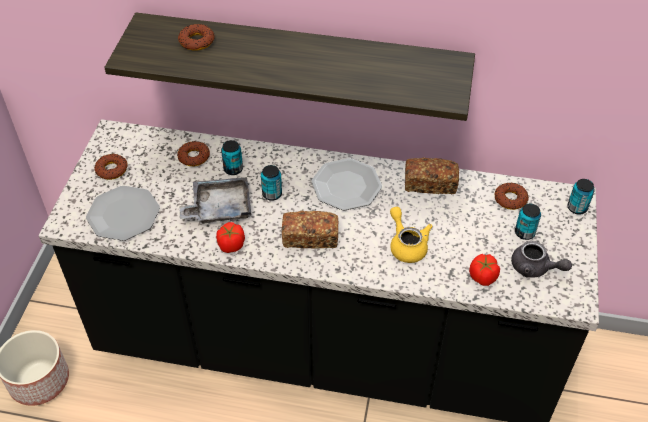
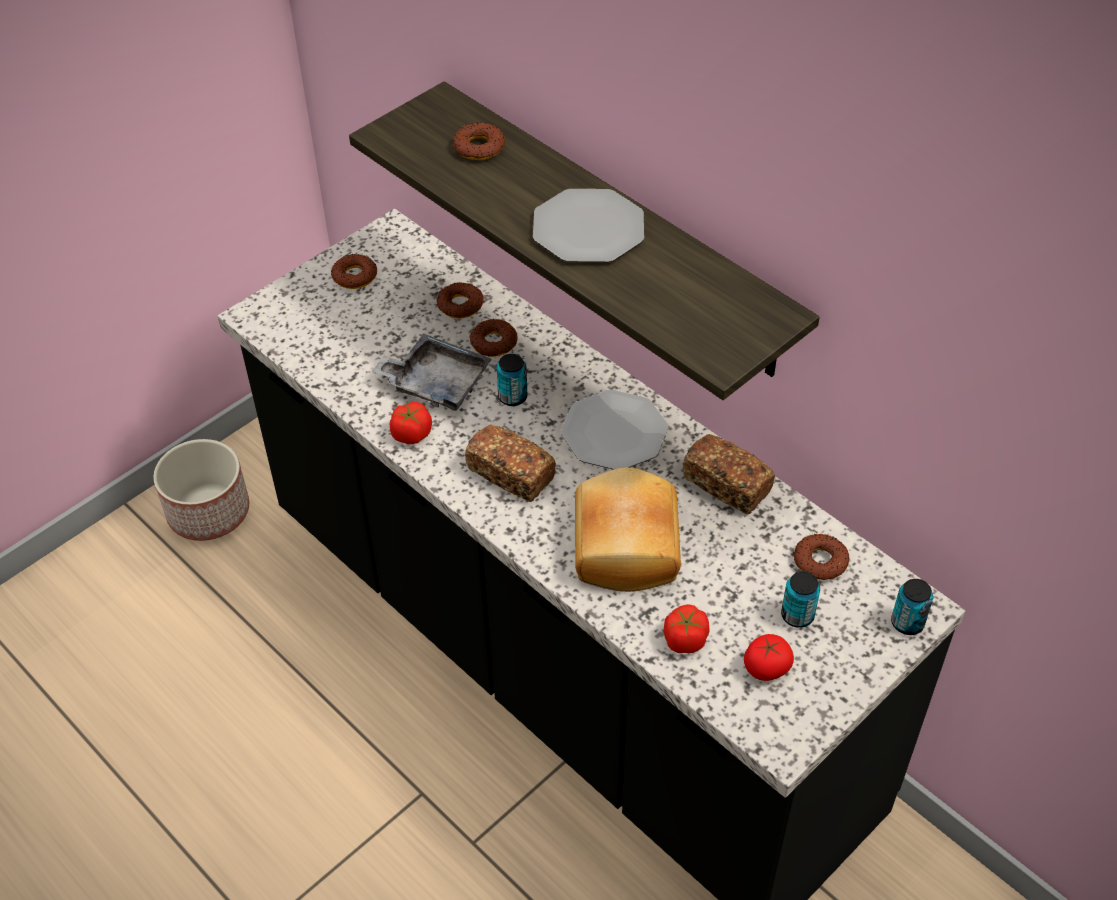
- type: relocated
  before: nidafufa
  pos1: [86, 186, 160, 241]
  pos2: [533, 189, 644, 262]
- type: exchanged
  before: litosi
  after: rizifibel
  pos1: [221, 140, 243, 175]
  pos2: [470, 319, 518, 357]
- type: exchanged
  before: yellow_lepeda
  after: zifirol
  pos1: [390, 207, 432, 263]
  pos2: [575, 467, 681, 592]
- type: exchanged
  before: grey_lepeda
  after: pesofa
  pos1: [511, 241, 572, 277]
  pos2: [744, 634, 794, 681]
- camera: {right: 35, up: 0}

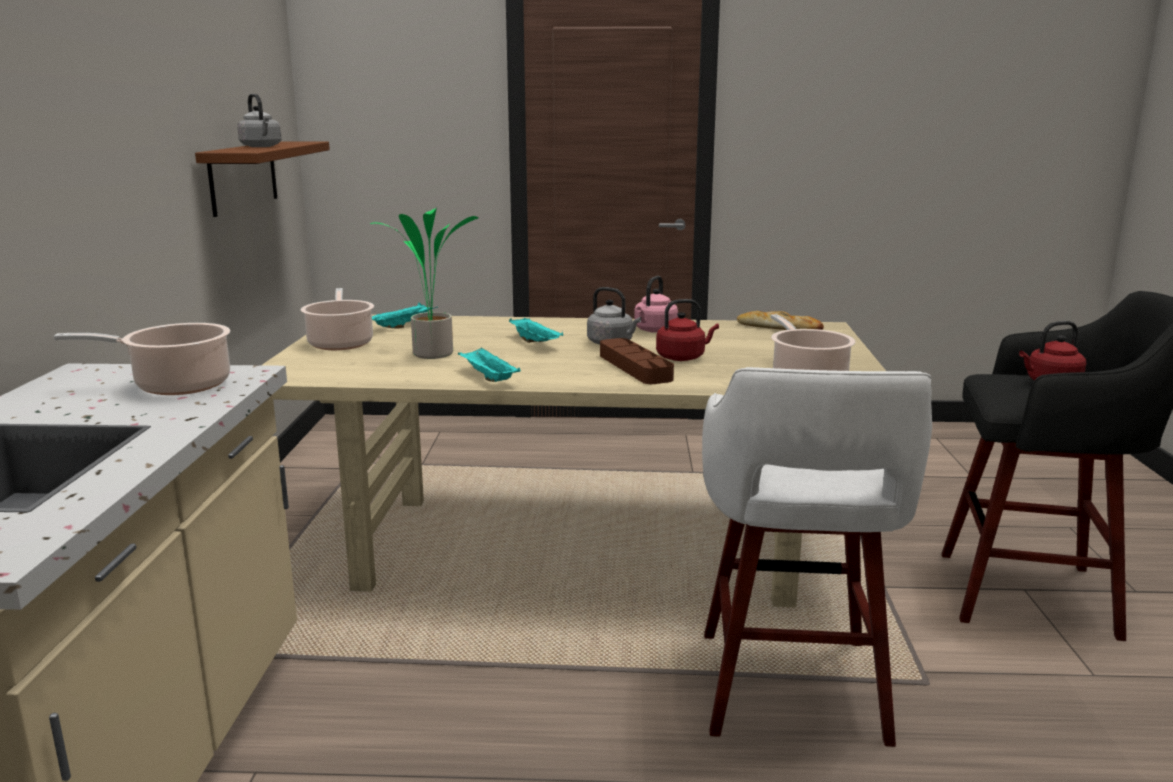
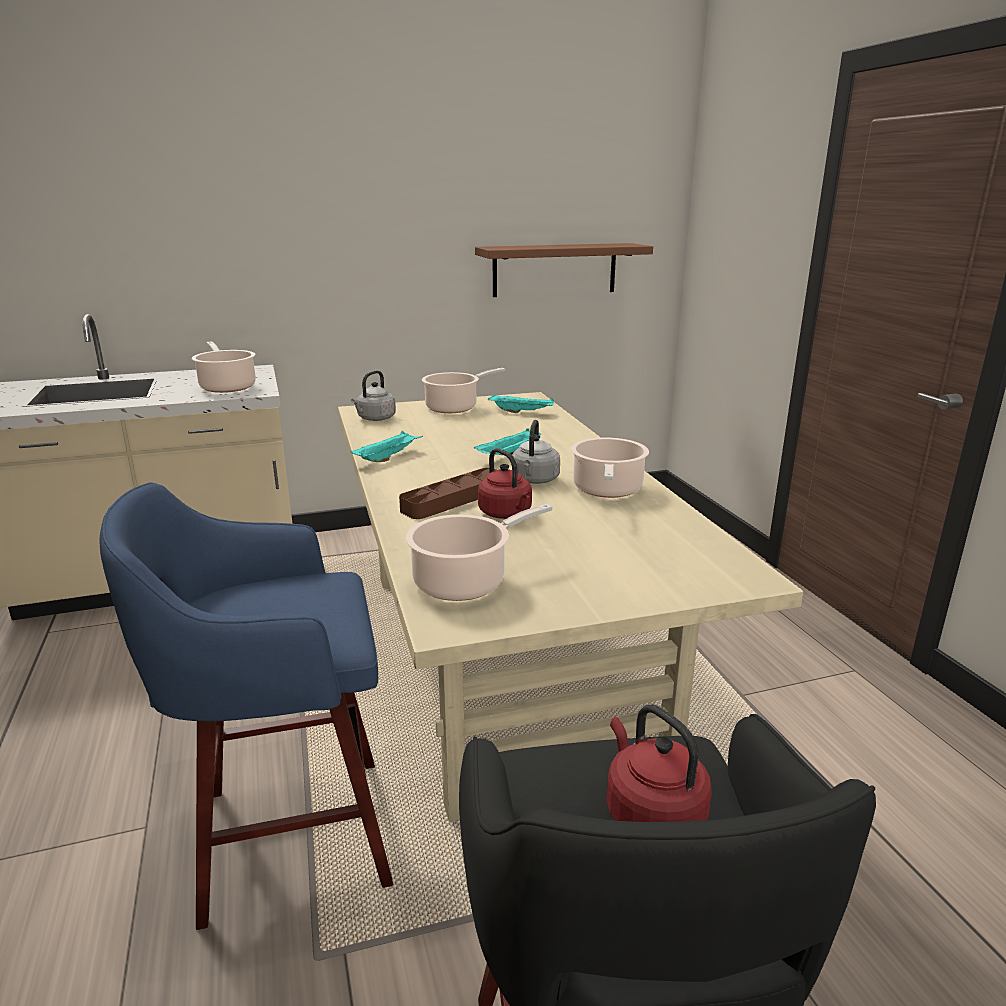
- type: missing
  before: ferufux
  pos1: [370, 208, 479, 359]
- type: missing
  before: zifirol
  pos1: [737, 311, 824, 330]
- type: relocated
  before: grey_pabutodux
  pos1: [237, 94, 282, 147]
  pos2: [351, 370, 396, 421]
- type: exchanged
  before: pink_pabutodux
  after: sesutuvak
  pos1: [634, 276, 678, 333]
  pos2: [571, 438, 649, 498]
- type: colour
  before: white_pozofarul
  after: blue_pozofarul
  pos1: [702, 367, 932, 747]
  pos2: [99, 482, 393, 930]
- camera: {right: 70, up: 5}

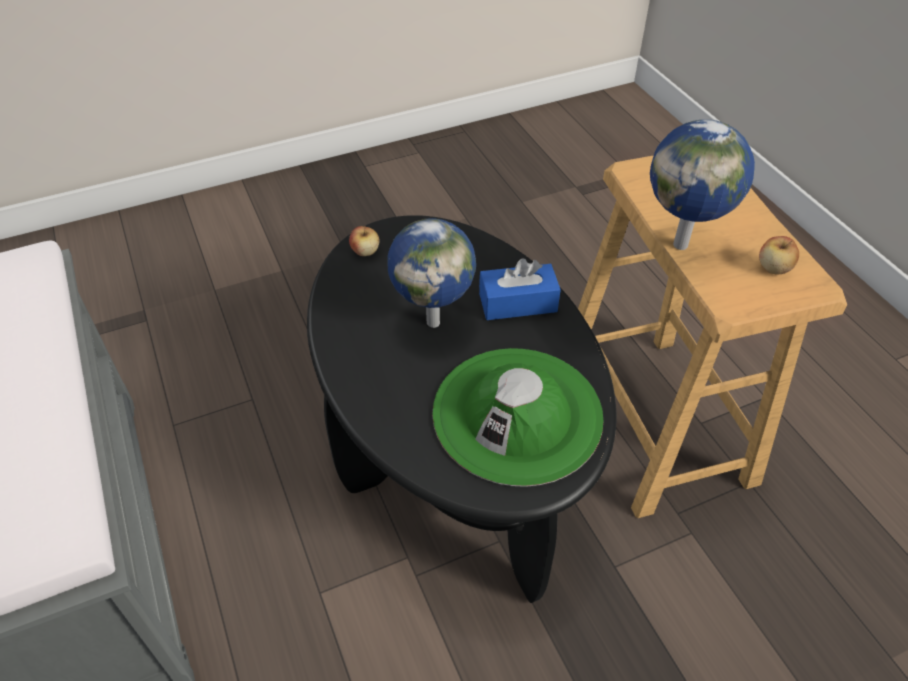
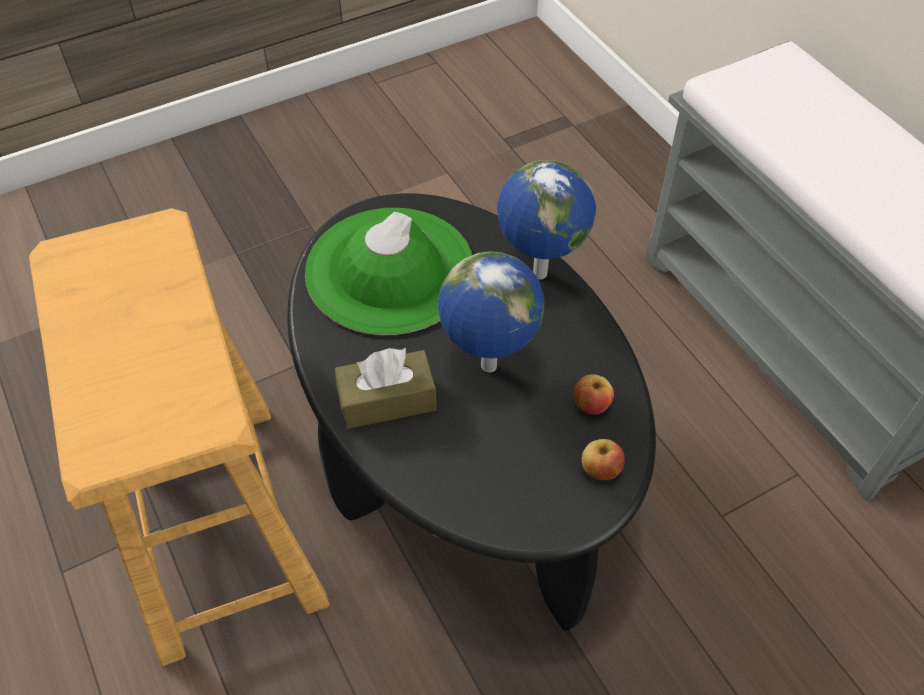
- type: relocated
  before: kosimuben
  pos1: [650, 120, 755, 250]
  pos2: [497, 160, 596, 279]
- type: relocated
  before: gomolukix
  pos1: [759, 236, 799, 274]
  pos2: [574, 374, 614, 414]
- type: colour
  before: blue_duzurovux
  after: brown_duzurovux
  pos1: [479, 258, 561, 320]
  pos2: [335, 348, 437, 429]
- camera: {right: 175, up: 5}

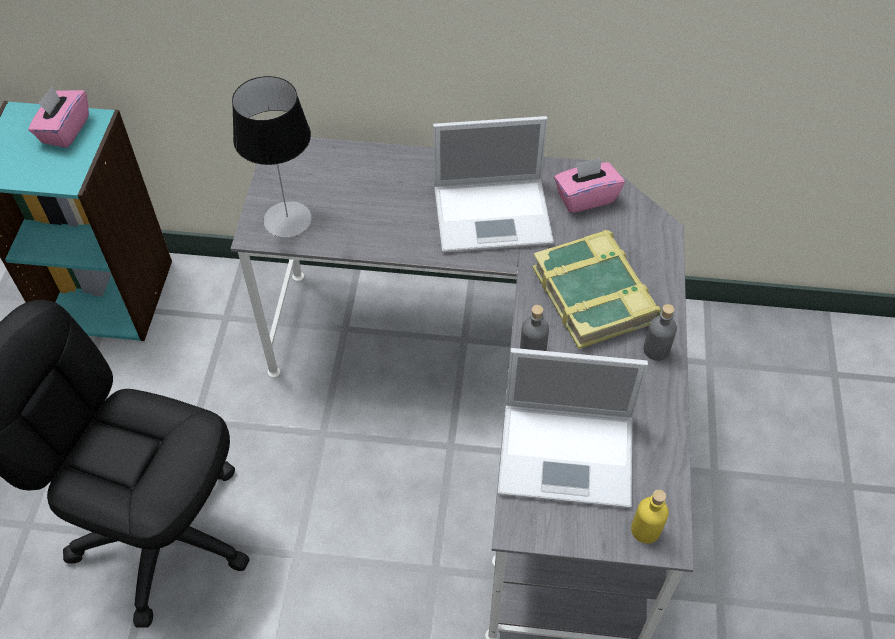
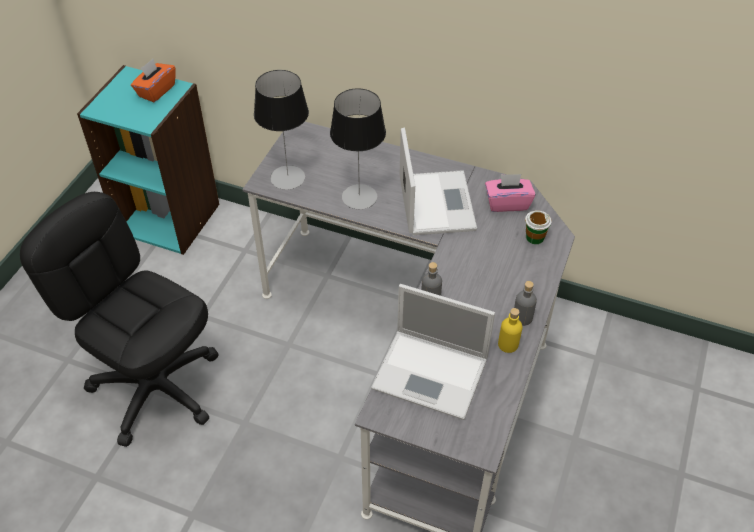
- type: missing
  before: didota
  pos1: [532, 230, 662, 349]
- type: appeared
  after: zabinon
  pos2: [330, 88, 386, 209]
- type: appeared
  after: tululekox
  pos2: [525, 210, 551, 244]
- type: relocated
  before: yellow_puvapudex
  pos1: [631, 489, 669, 543]
  pos2: [498, 308, 522, 353]
- type: colour
  before: pink_duzurovux
  after: orange_duzurovux
  pos1: [28, 87, 89, 148]
  pos2: [131, 59, 176, 102]
- type: spun
  before: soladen
  pos1: [433, 116, 554, 253]
  pos2: [400, 128, 477, 235]
  turn: -105
- camera: {right: 15, up: -5}

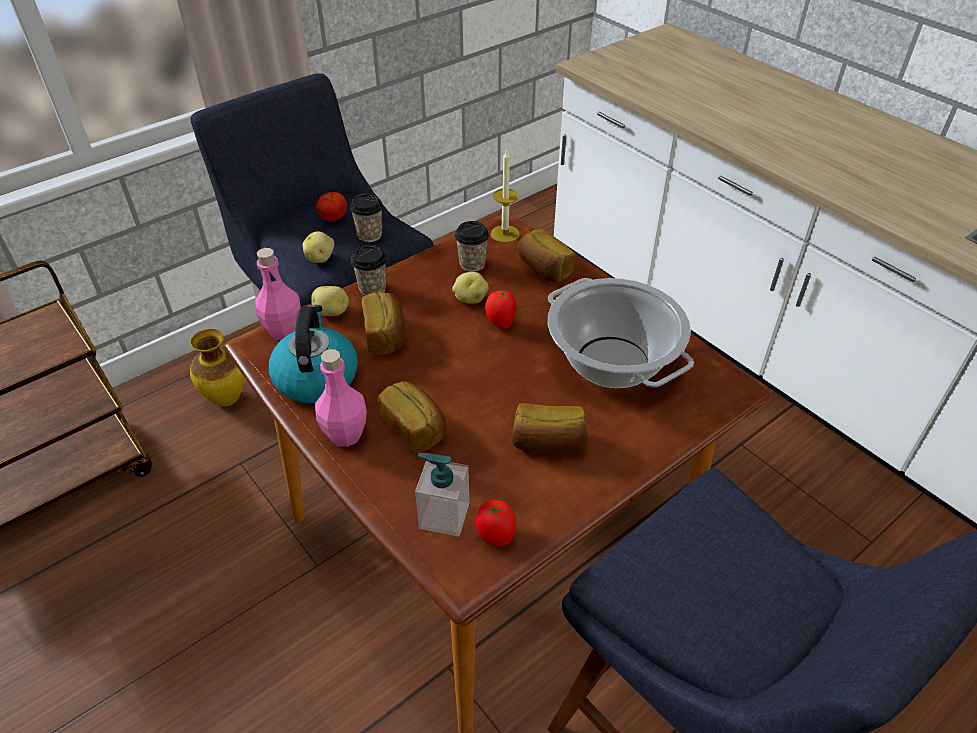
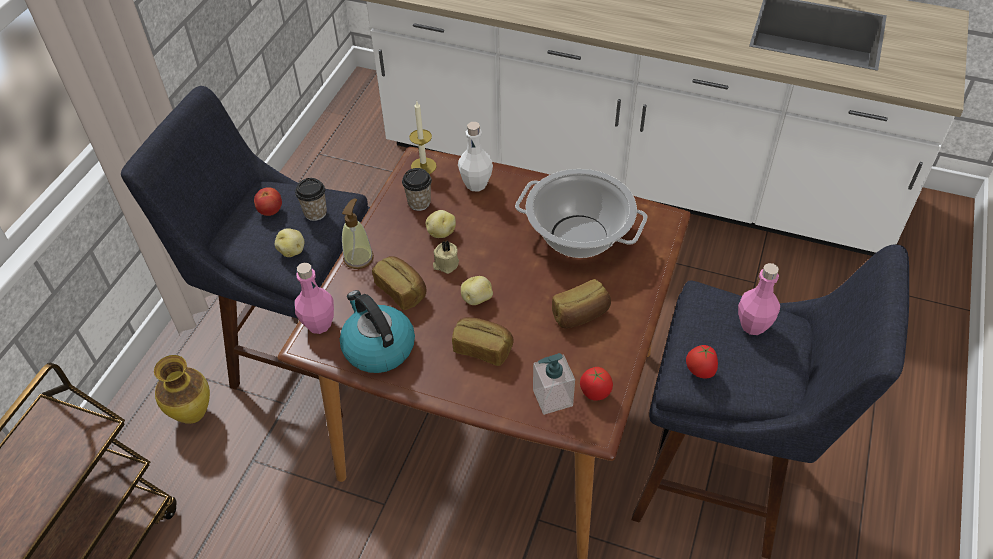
- type: appeared
  after: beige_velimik
  pos2: [433, 241, 459, 274]
- type: relocated
  before: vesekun
  pos1: [311, 286, 349, 316]
  pos2: [461, 276, 493, 305]
- type: relocated
  before: pink_puvapudex
  pos1: [315, 349, 367, 447]
  pos2: [738, 263, 780, 335]
- type: relocated
  before: pesofa
  pos1: [485, 289, 516, 329]
  pos2: [686, 345, 718, 378]
- type: exchanged
  before: tululekox
  after: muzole
  pos1: [351, 245, 387, 296]
  pos2: [342, 198, 374, 269]
- type: exchanged
  before: zifirol
  after: white_puvapudex
  pos1: [517, 229, 576, 282]
  pos2: [458, 122, 493, 191]
- camera: {right: -30, up: 5}

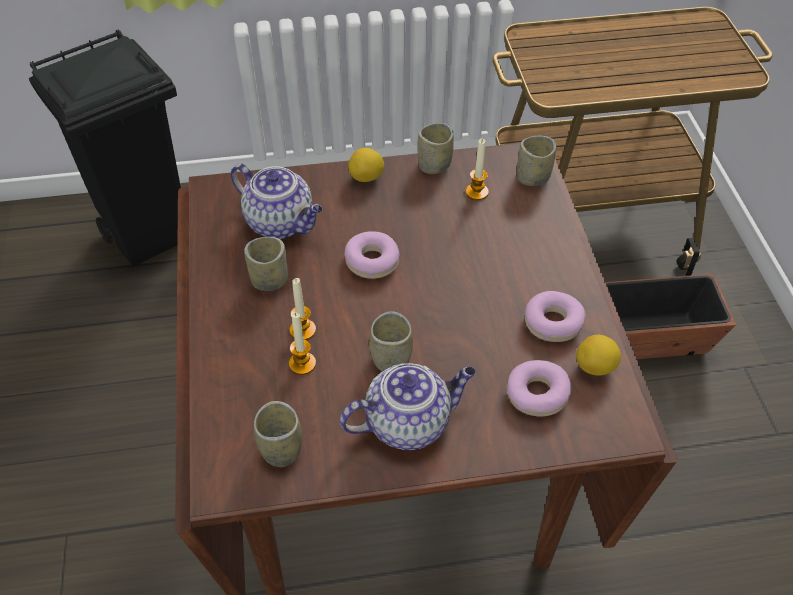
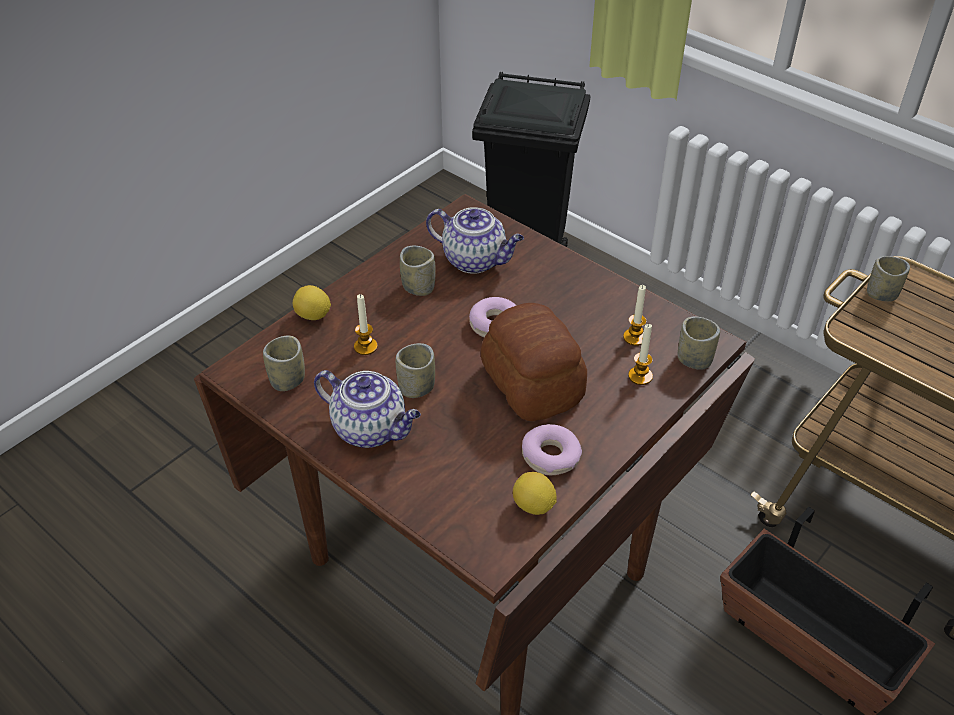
- type: missing
  before: rizifibel
  pos1: [507, 360, 571, 417]
- type: appeared
  after: zifirol
  pos2: [481, 303, 587, 421]
- type: relocated
  before: velimik
  pos1: [290, 278, 316, 340]
  pos2: [628, 324, 653, 385]
- type: relocated
  before: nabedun
  pos1: [348, 148, 384, 182]
  pos2: [293, 285, 331, 320]
- type: relocated
  before: tululekox
  pos1: [417, 123, 454, 174]
  pos2: [867, 256, 910, 301]
- type: spun
  before: lepeda
  pos1: [230, 163, 323, 239]
  pos2: [426, 207, 524, 274]
  turn: -60
- camera: {right: 50, up: -5}

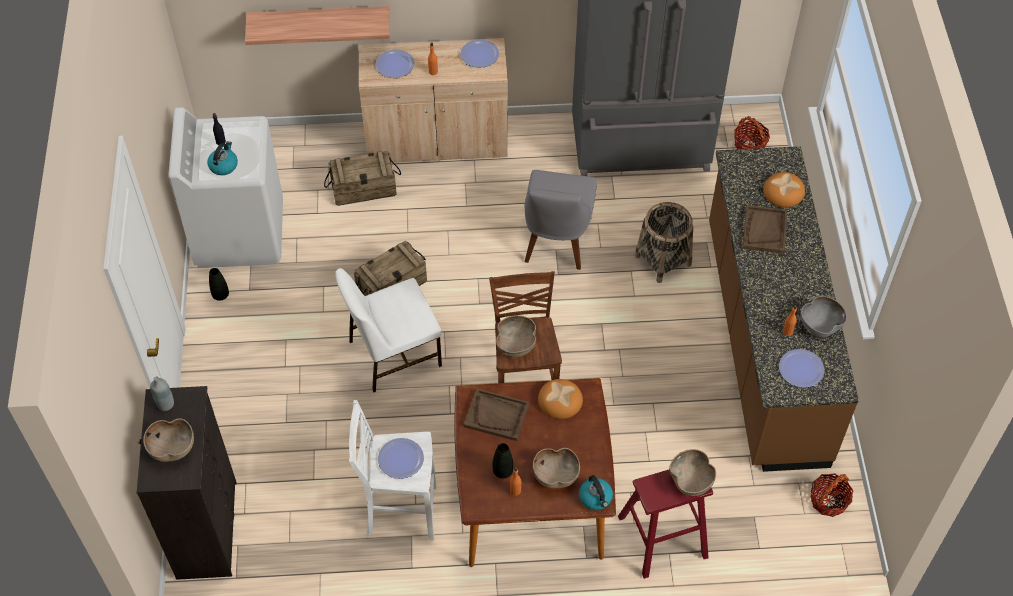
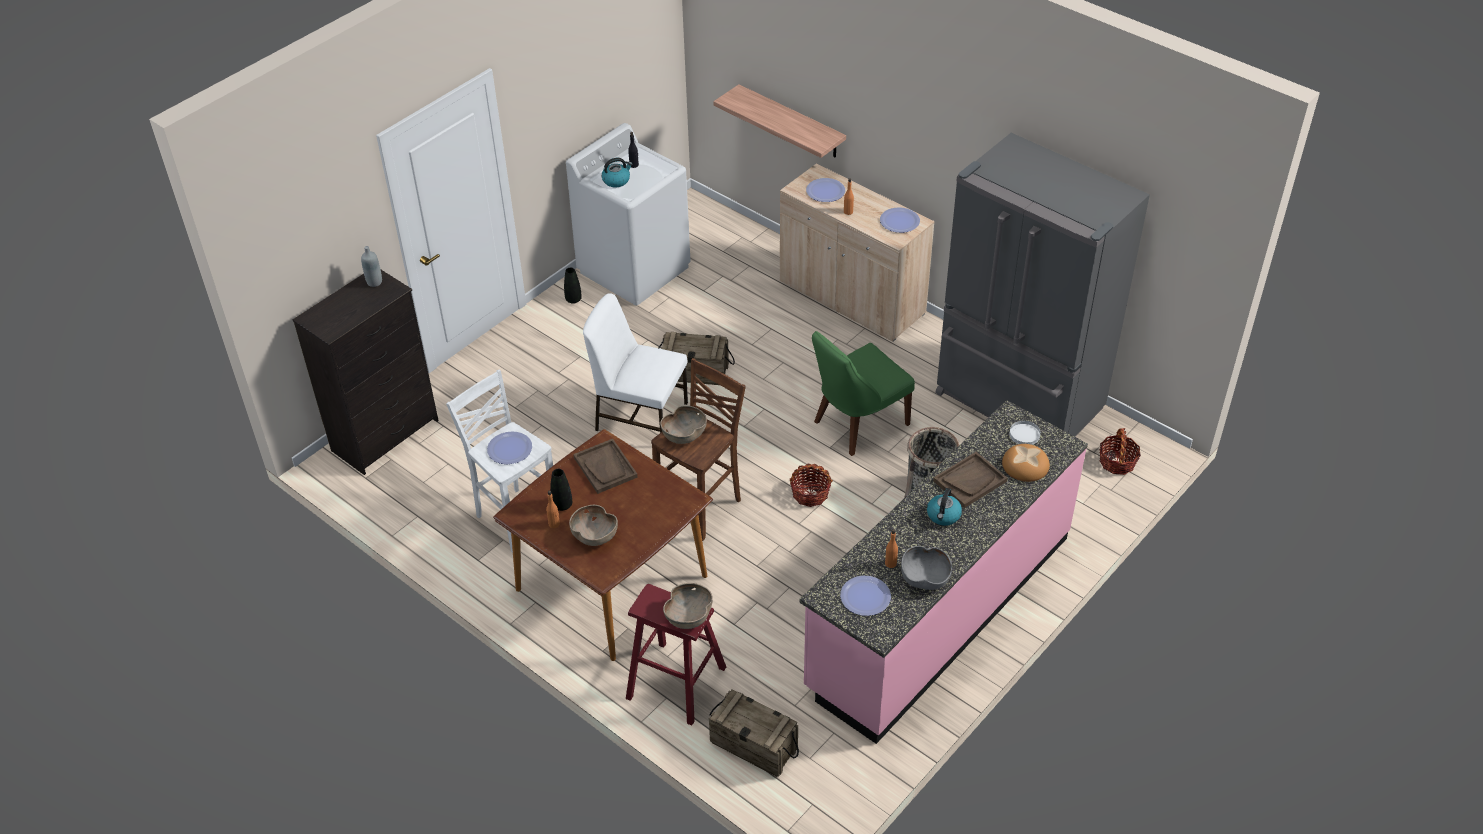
- type: missing
  before: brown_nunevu
  pos1: [143, 418, 194, 462]
- type: missing
  before: zifirol
  pos1: [538, 379, 583, 419]
- type: appeared
  after: white_nidafufa
  pos2: [1009, 421, 1041, 445]
- type: relocated
  before: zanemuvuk
  pos1: [324, 151, 401, 206]
  pos2: [709, 689, 799, 777]
- type: relocated
  before: pabutodux
  pos1: [579, 475, 613, 510]
  pos2: [927, 488, 962, 526]
- type: relocated
  before: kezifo
  pos1: [811, 473, 854, 517]
  pos2: [789, 464, 833, 507]
- type: colour
  before: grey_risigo
  after: green_risigo
  pos1: [525, 170, 597, 270]
  pos2: [812, 331, 915, 456]
- type: colour
  before: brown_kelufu
  after: pink_kelufu
  pos1: [709, 146, 859, 472]
  pos2: [799, 400, 1088, 744]
- camera: {right: 45, up: -10}

